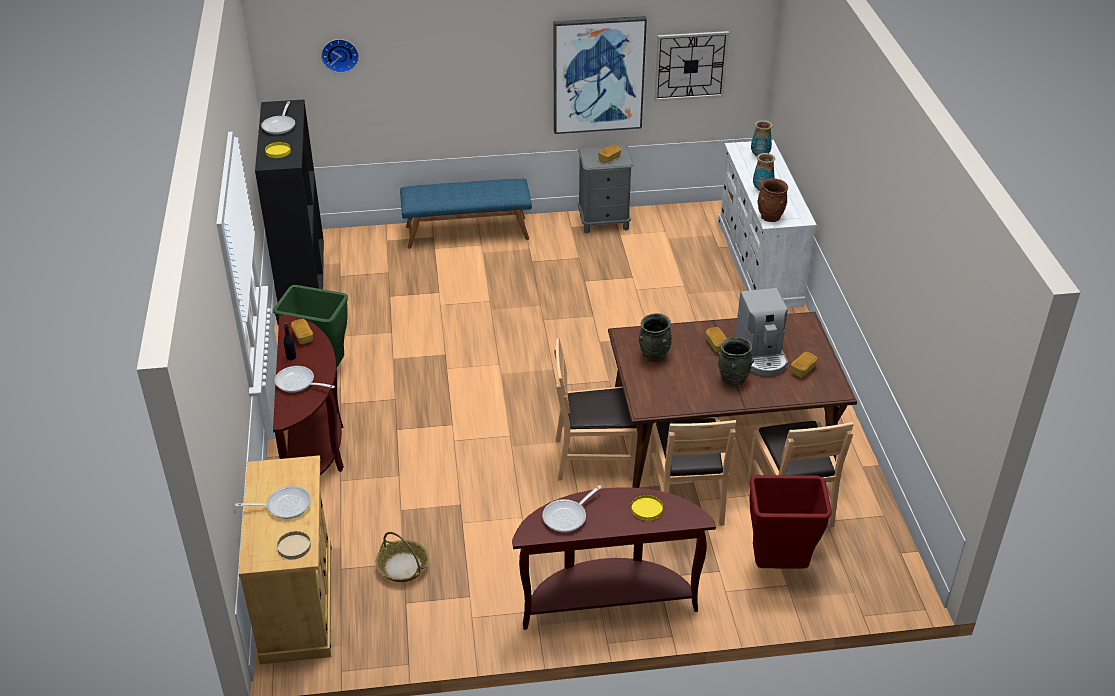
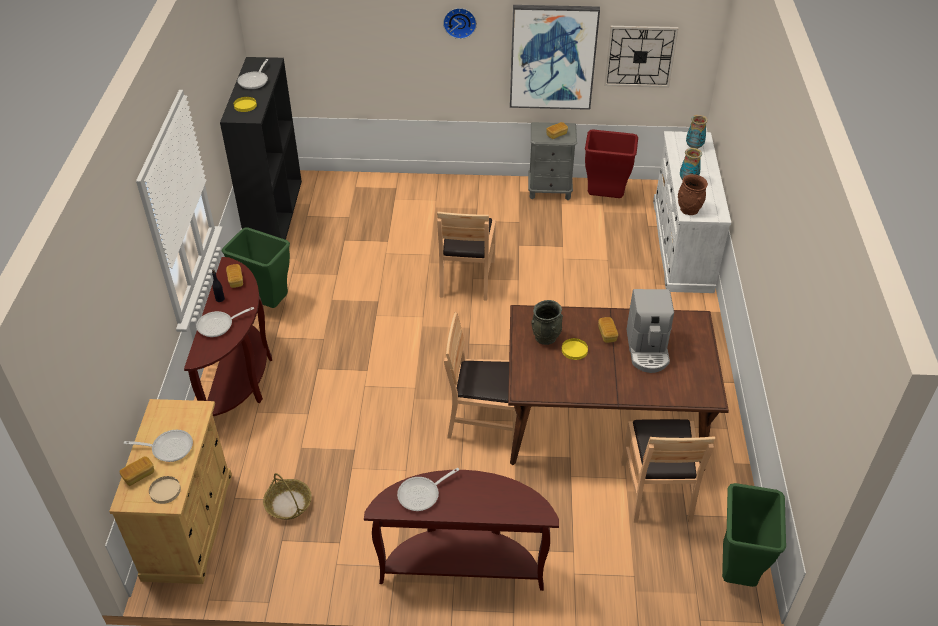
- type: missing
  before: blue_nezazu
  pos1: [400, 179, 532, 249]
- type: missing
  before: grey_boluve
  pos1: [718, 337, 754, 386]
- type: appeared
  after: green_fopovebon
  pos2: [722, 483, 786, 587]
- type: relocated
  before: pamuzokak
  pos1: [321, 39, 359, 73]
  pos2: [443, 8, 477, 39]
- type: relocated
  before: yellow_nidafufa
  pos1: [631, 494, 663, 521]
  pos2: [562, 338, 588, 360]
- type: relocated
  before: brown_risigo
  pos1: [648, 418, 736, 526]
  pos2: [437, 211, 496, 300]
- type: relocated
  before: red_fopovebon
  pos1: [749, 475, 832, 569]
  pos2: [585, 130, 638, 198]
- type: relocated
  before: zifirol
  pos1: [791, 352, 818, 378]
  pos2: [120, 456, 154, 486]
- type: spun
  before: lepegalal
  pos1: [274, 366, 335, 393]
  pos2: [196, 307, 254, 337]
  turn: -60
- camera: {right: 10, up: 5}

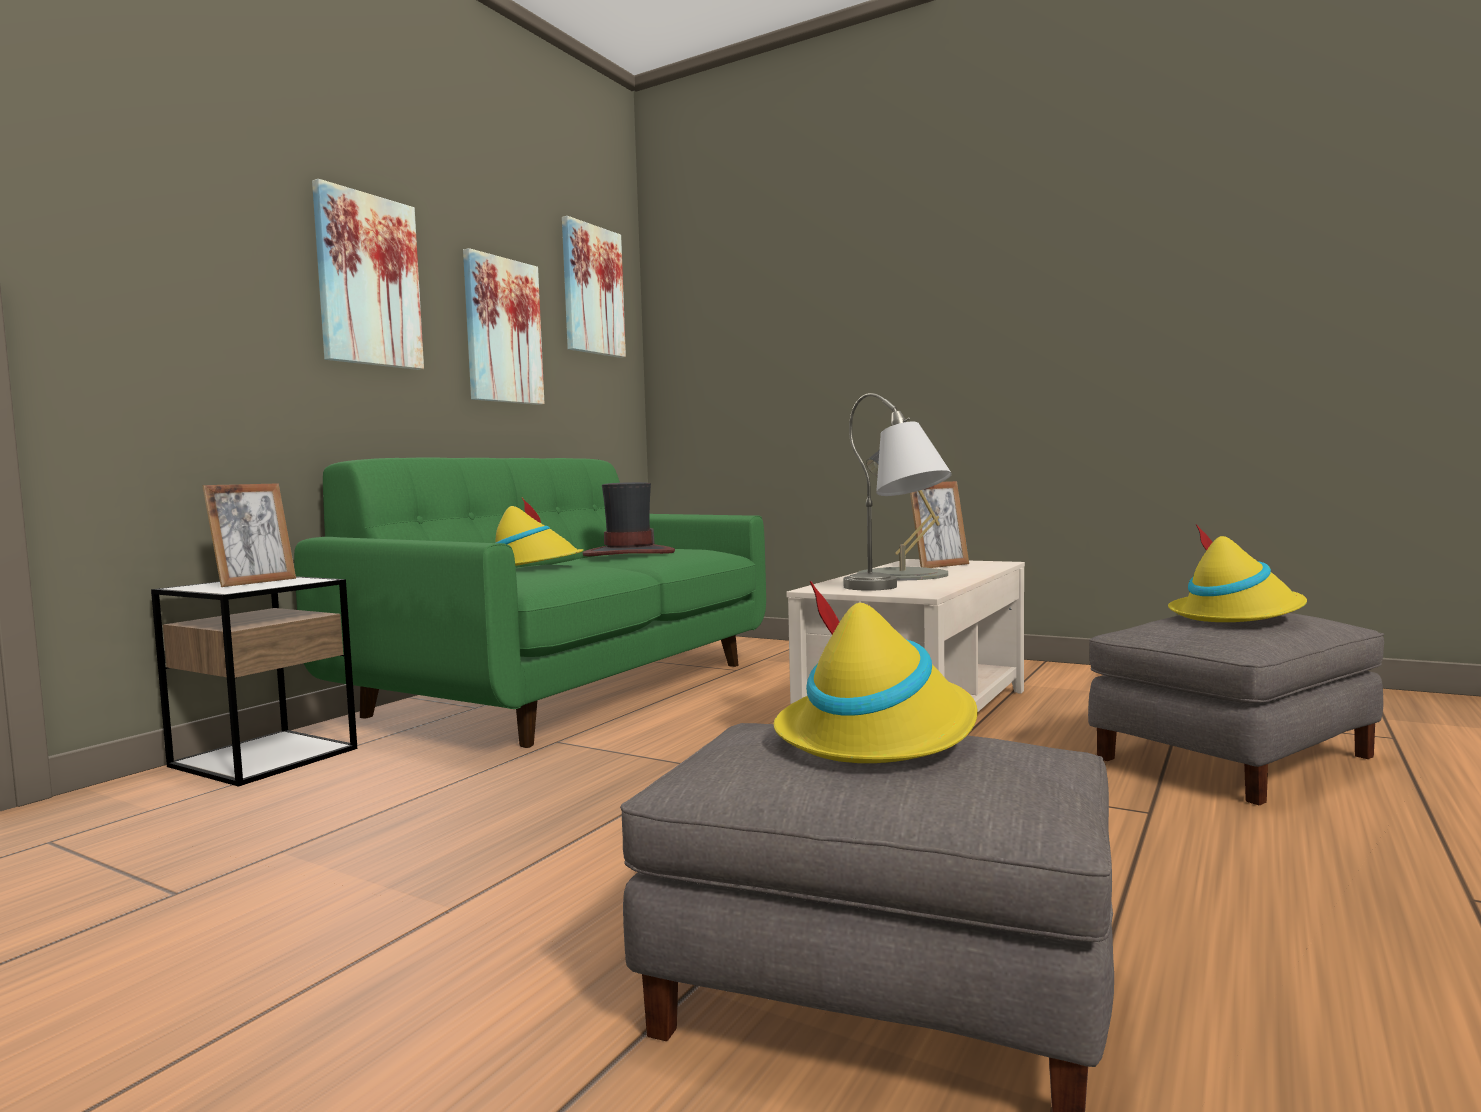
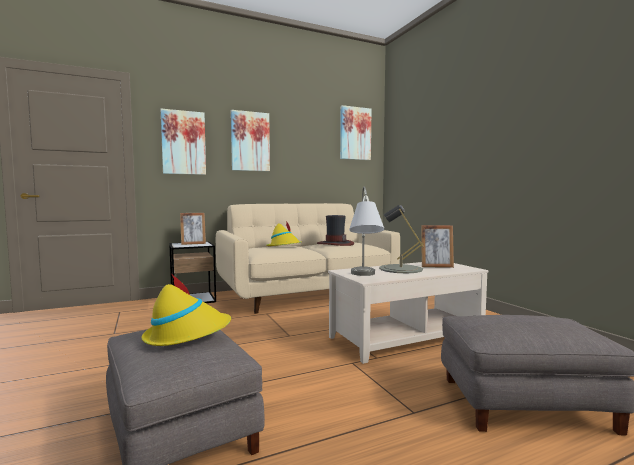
- type: missing
  before: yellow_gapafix
  pos1: [1168, 524, 1307, 622]
- type: relocated
  before: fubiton
  pos1: [463, 248, 545, 405]
  pos2: [161, 109, 206, 175]
- type: colour
  before: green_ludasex
  after: beige_ludasex
  pos1: [294, 457, 766, 748]
  pos2: [216, 203, 400, 314]
- camera: {right: 35, up: 0}

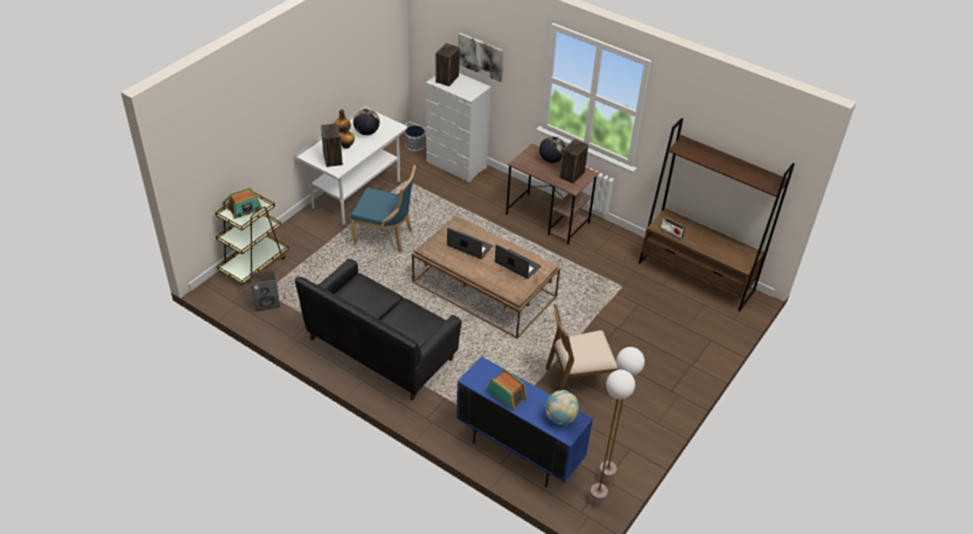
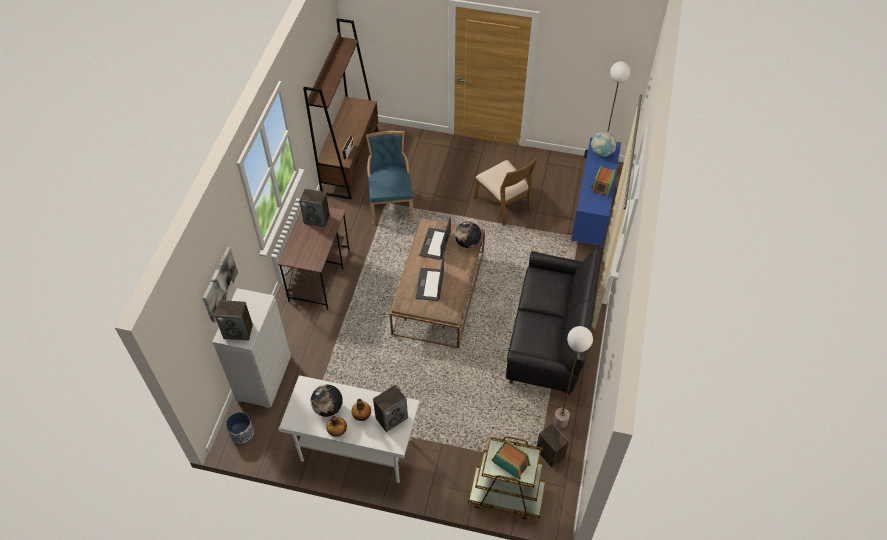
- type: relocated
  before: blue_risigo
  pos1: [351, 165, 416, 253]
  pos2: [366, 131, 414, 224]
- type: relocated
  before: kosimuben
  pos1: [539, 136, 565, 163]
  pos2: [455, 221, 481, 248]
- type: relocated
  before: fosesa
  pos1: [598, 347, 645, 485]
  pos2: [553, 326, 593, 428]
- camera: {right: -110, up: 10}

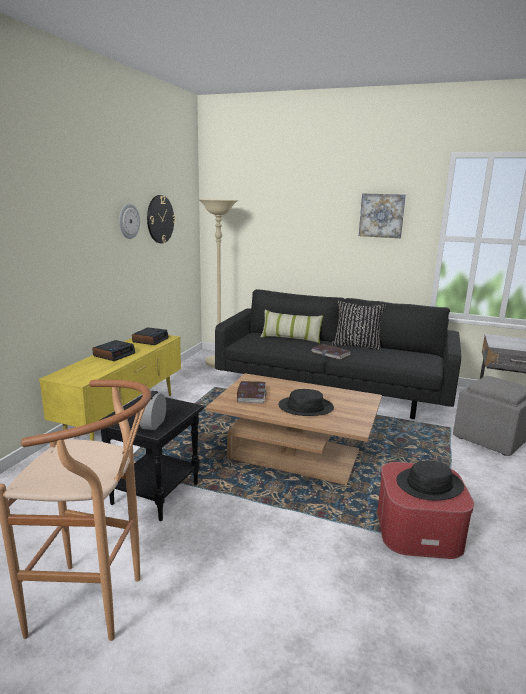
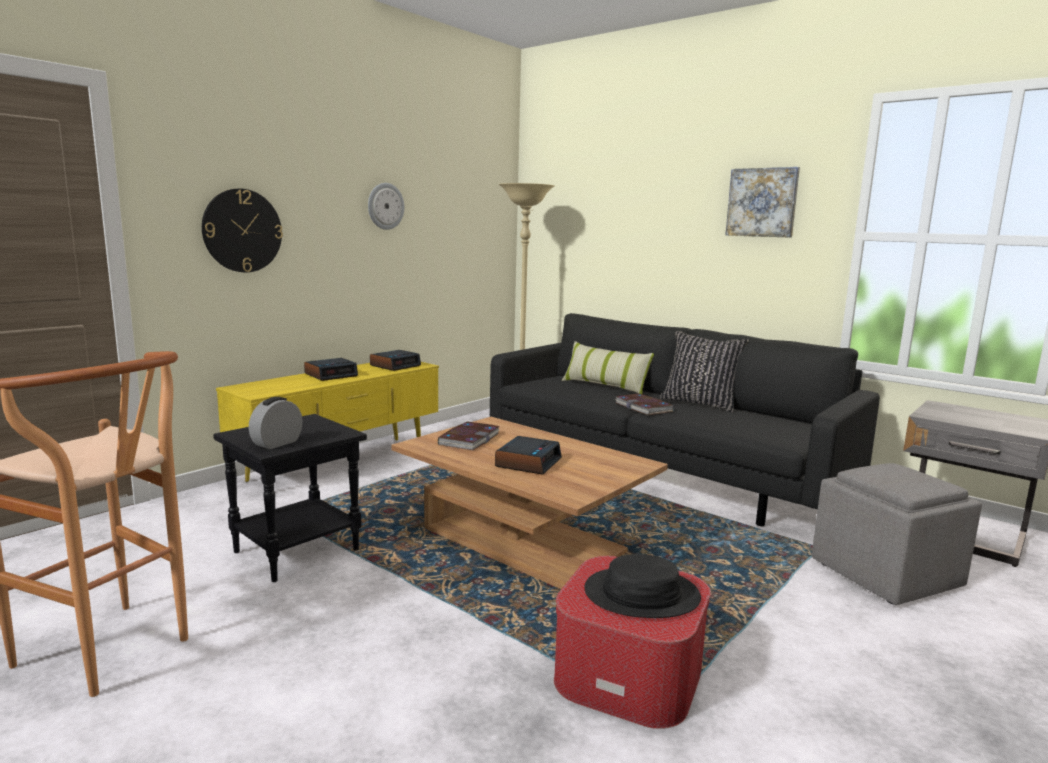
- type: relocated
  before: pamuzokak
  pos1: [147, 195, 175, 243]
  pos2: [202, 189, 283, 272]
- type: exchanged
  before: black_gapafix
  after: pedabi
  pos1: [279, 389, 334, 416]
  pos2: [495, 436, 562, 475]
- camera: {right: 20, up: -5}

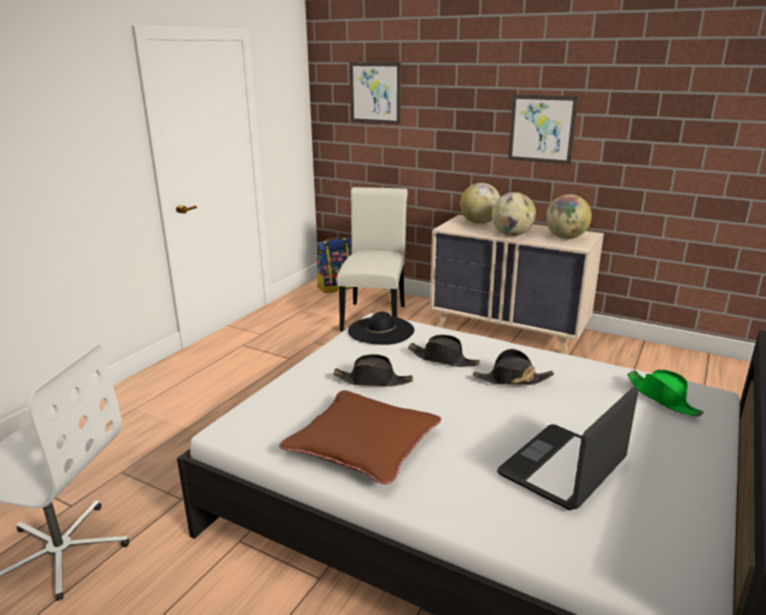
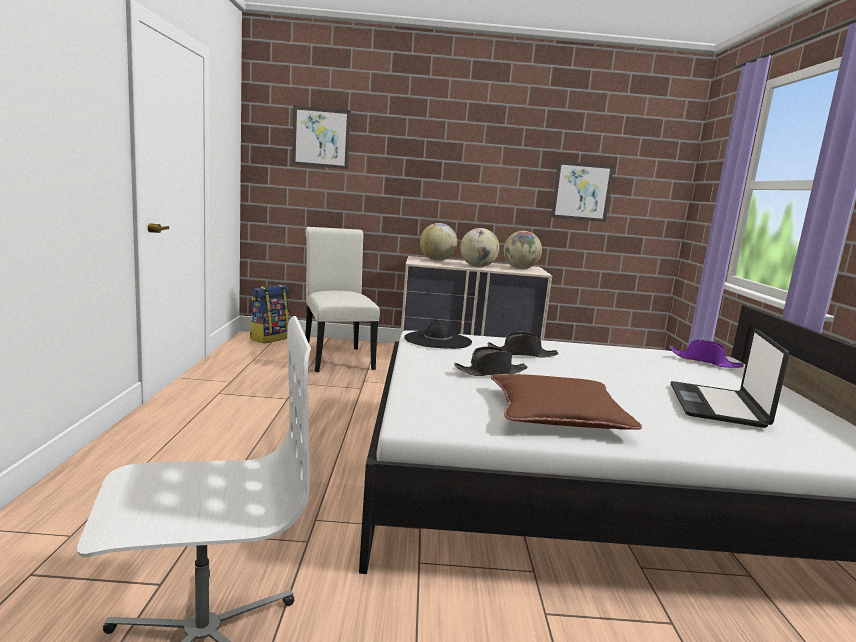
- type: missing
  before: black_gapafix
  pos1: [473, 349, 554, 385]
- type: relocated
  before: fubiton
  pos1: [508, 94, 578, 165]
  pos2: [551, 161, 614, 222]
- type: colour
  before: green_gapafix
  after: purple_gapafix
  pos1: [627, 370, 704, 416]
  pos2: [669, 340, 744, 368]
- camera: {right: -30, up: -10}

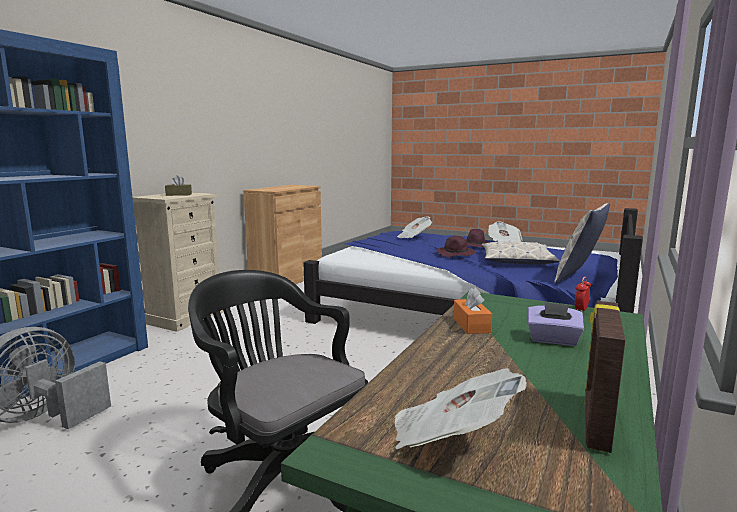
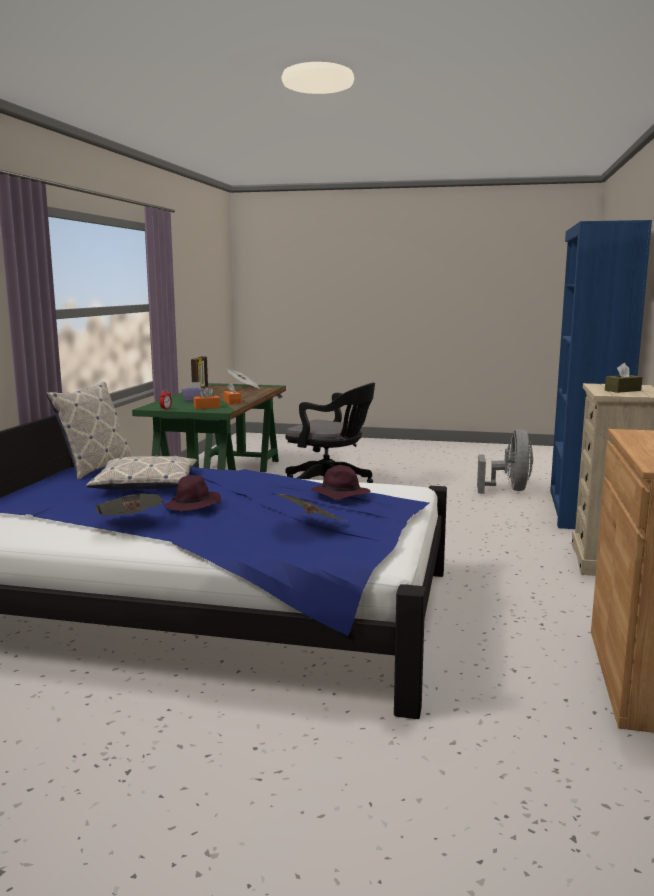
- type: appeared
  after: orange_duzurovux
  pos2: [193, 387, 220, 409]
- type: relocated
  before: purple_gapafix
  pos1: [437, 236, 475, 257]
  pos2: [311, 465, 370, 500]
- camera: {right: 165, up: 0}

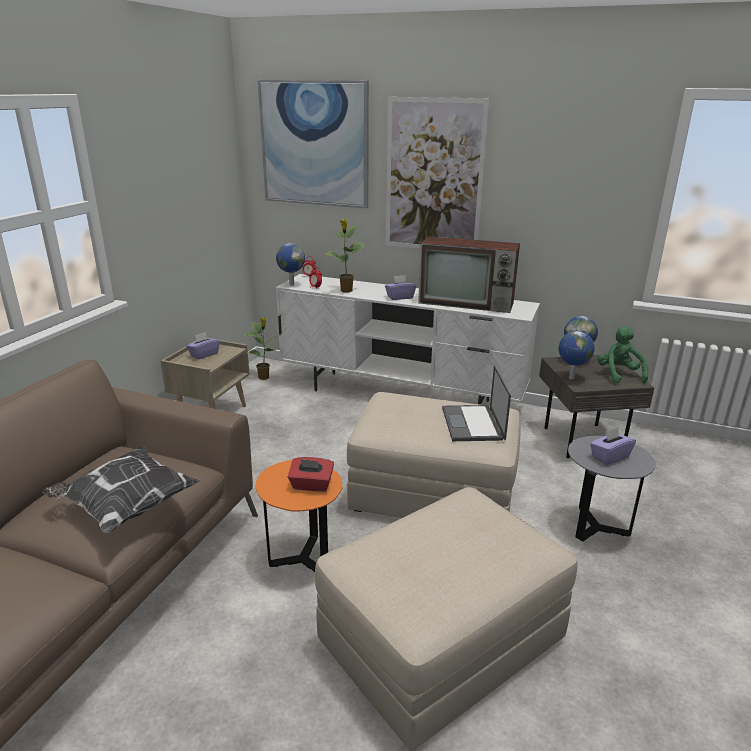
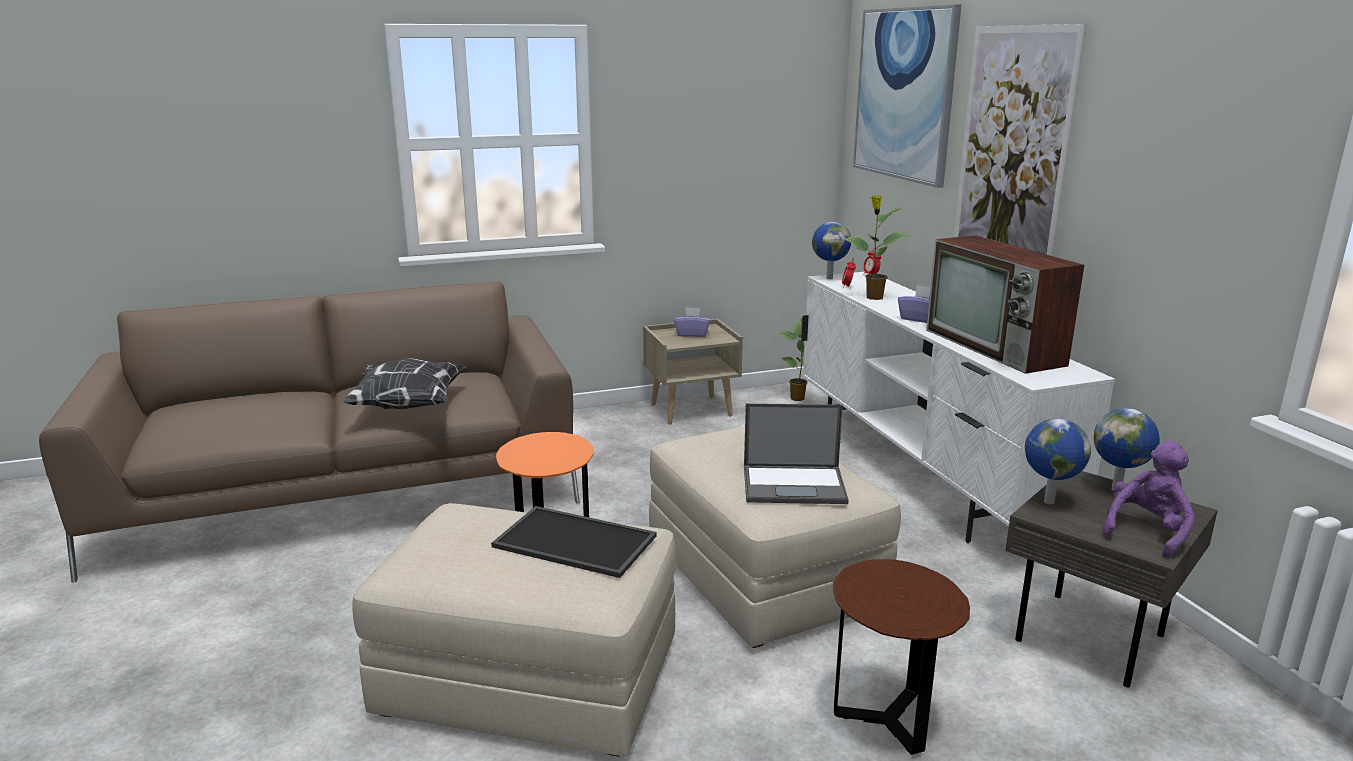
- type: missing
  before: red_duzurovux
  pos1: [288, 457, 334, 492]
- type: missing
  before: purple_duzurovux
  pos1: [590, 427, 636, 465]
- type: appeared
  after: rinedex
  pos2: [491, 506, 657, 578]
- type: colour
  before: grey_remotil
  after: brown_remotil
  pos1: [568, 436, 656, 541]
  pos2: [833, 559, 970, 755]
- type: colour
  before: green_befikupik
  after: purple_befikupik
  pos1: [597, 326, 648, 384]
  pos2: [1102, 441, 1195, 558]
- type: spun
  before: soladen
  pos1: [442, 365, 511, 441]
  pos2: [744, 403, 849, 504]
  turn: -135
- camera: {right: 50, up: -5}

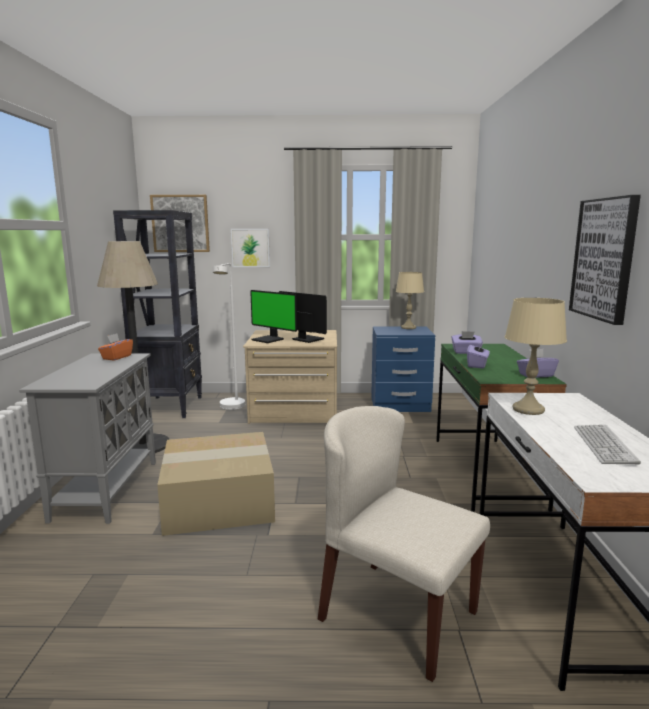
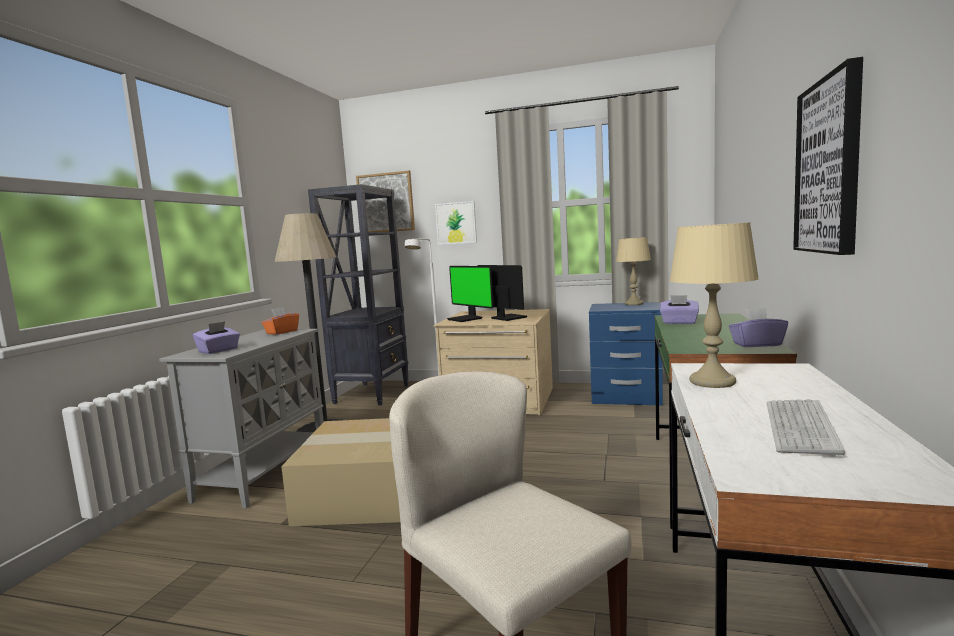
- type: relocated
  before: purple_duzurovux
  pos1: [467, 342, 490, 368]
  pos2: [193, 321, 240, 354]
- camera: {right: 15, up: -5}

